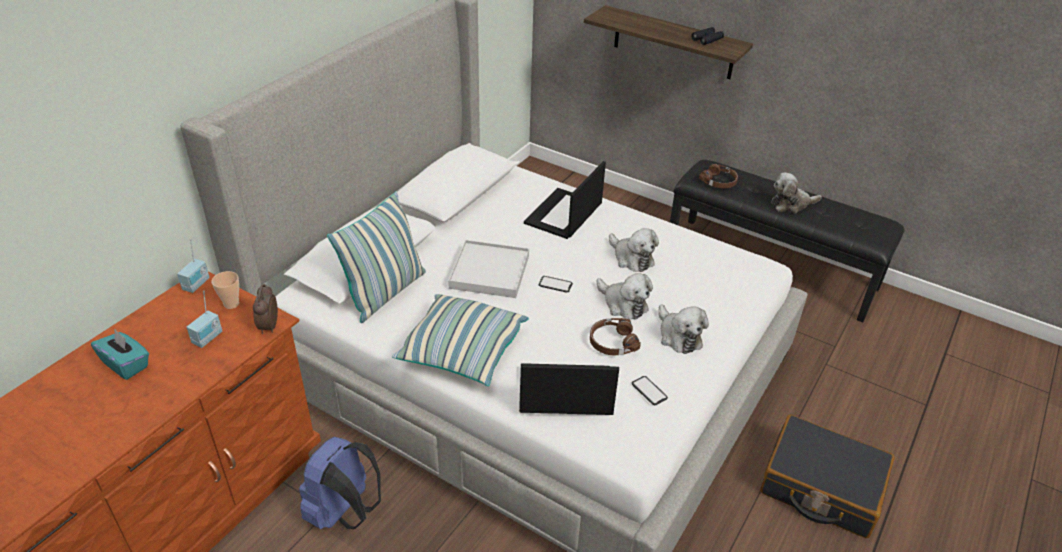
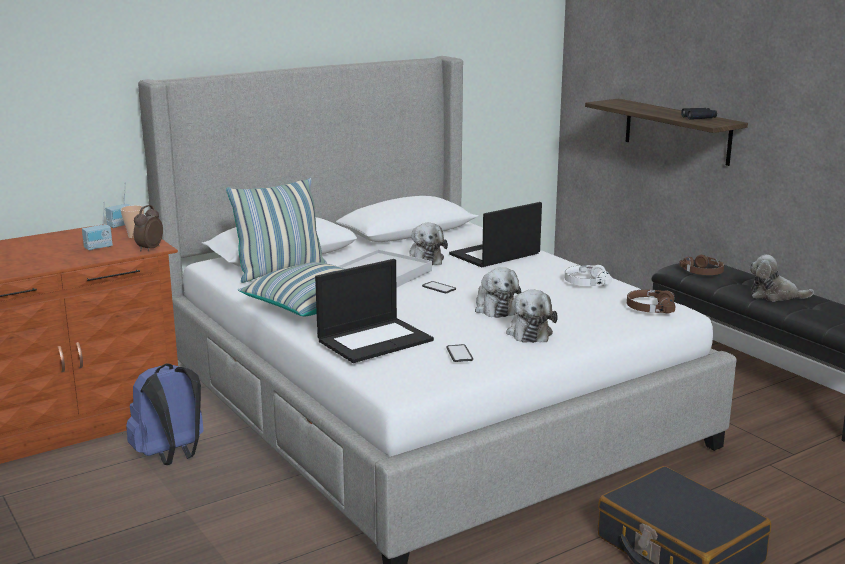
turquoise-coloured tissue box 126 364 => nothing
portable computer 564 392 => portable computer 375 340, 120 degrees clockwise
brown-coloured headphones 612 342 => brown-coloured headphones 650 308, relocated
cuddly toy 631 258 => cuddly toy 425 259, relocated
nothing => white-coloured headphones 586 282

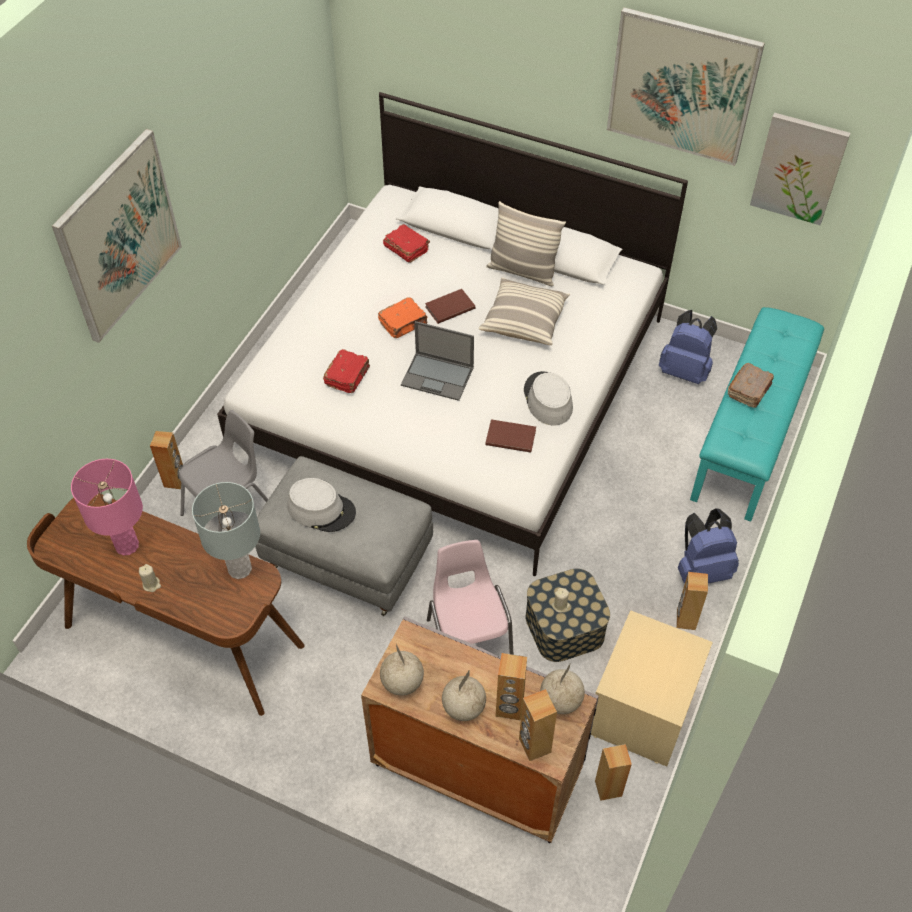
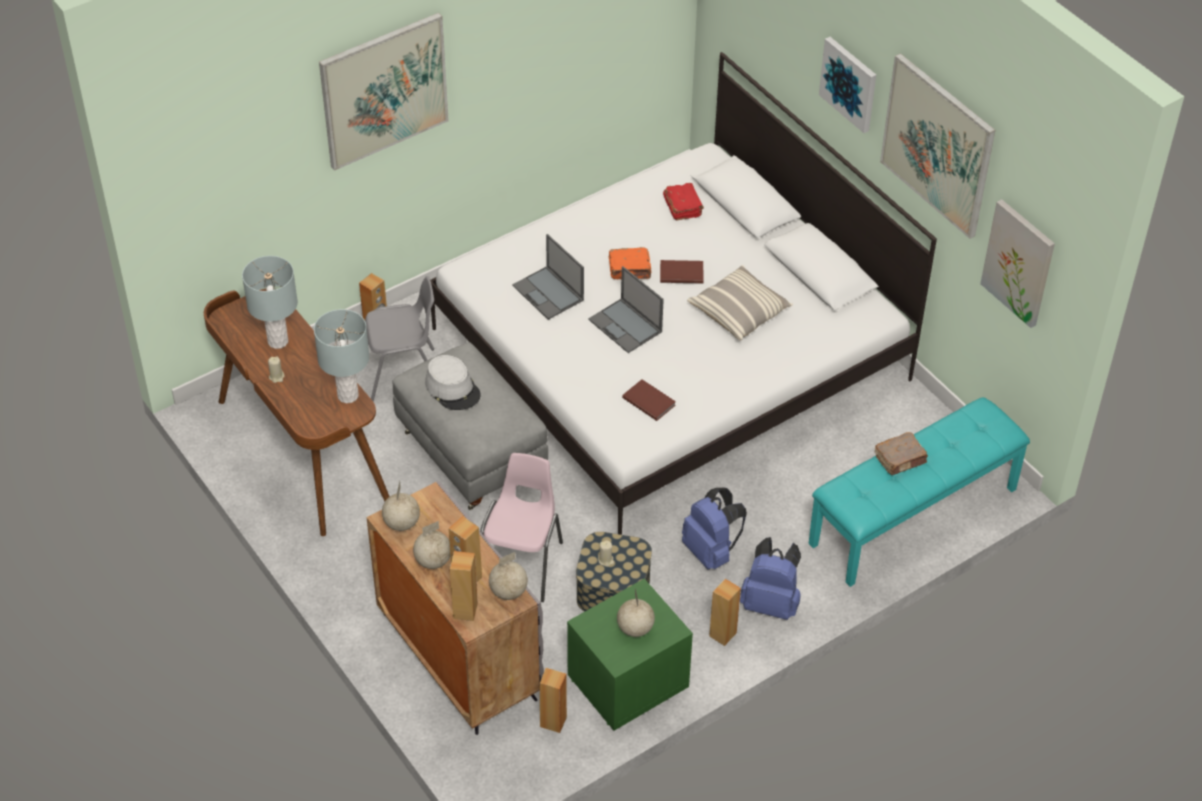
pink tabletop lamp 127 546 => greyish tabletop lamp 277 341
reddish book 348 376 => portable computer 549 293
cushion 522 271 => nothing
greyish clothing hat 547 399 => nothing
sand-coloured bedside table 643 711 => greenish bedside table 628 683
bluish knapsack 685 370 => bluish knapsack 711 551, relocated
nothing => globe 635 629
nothing => wall art 849 83

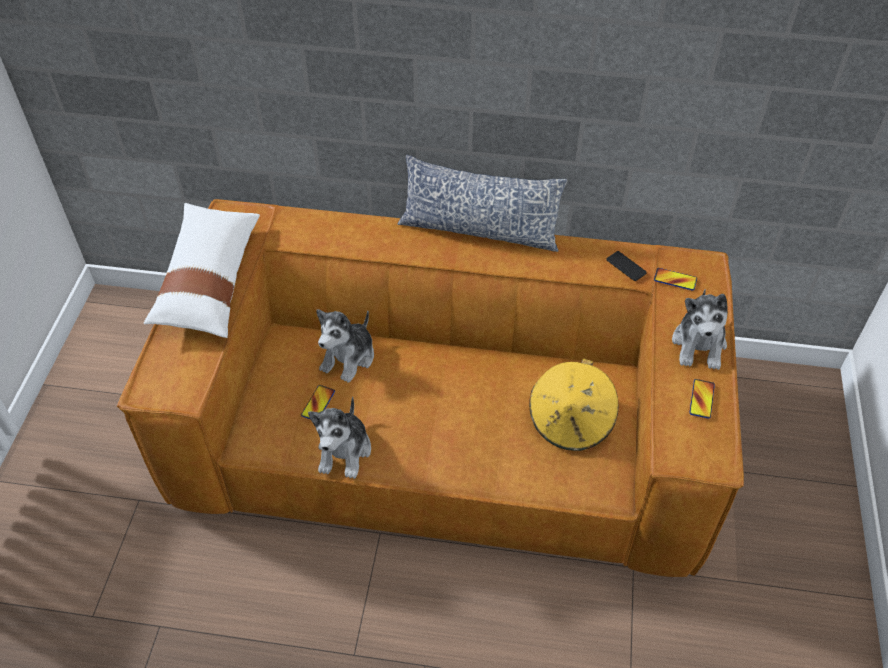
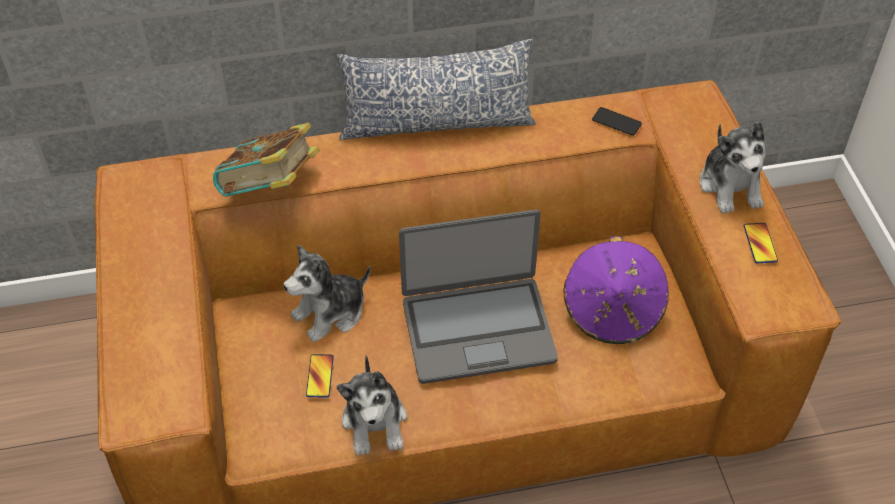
white-coloured cushion 208 280 => nothing
cuddly toy 349 358 => cuddly toy 330 313, 45 degrees clockwise
yellow clothing hat 571 421 => purple-coloured clothing hat 613 311
telephone 675 280 => nothing
nothing => book 270 189
nothing => portable computer 477 329

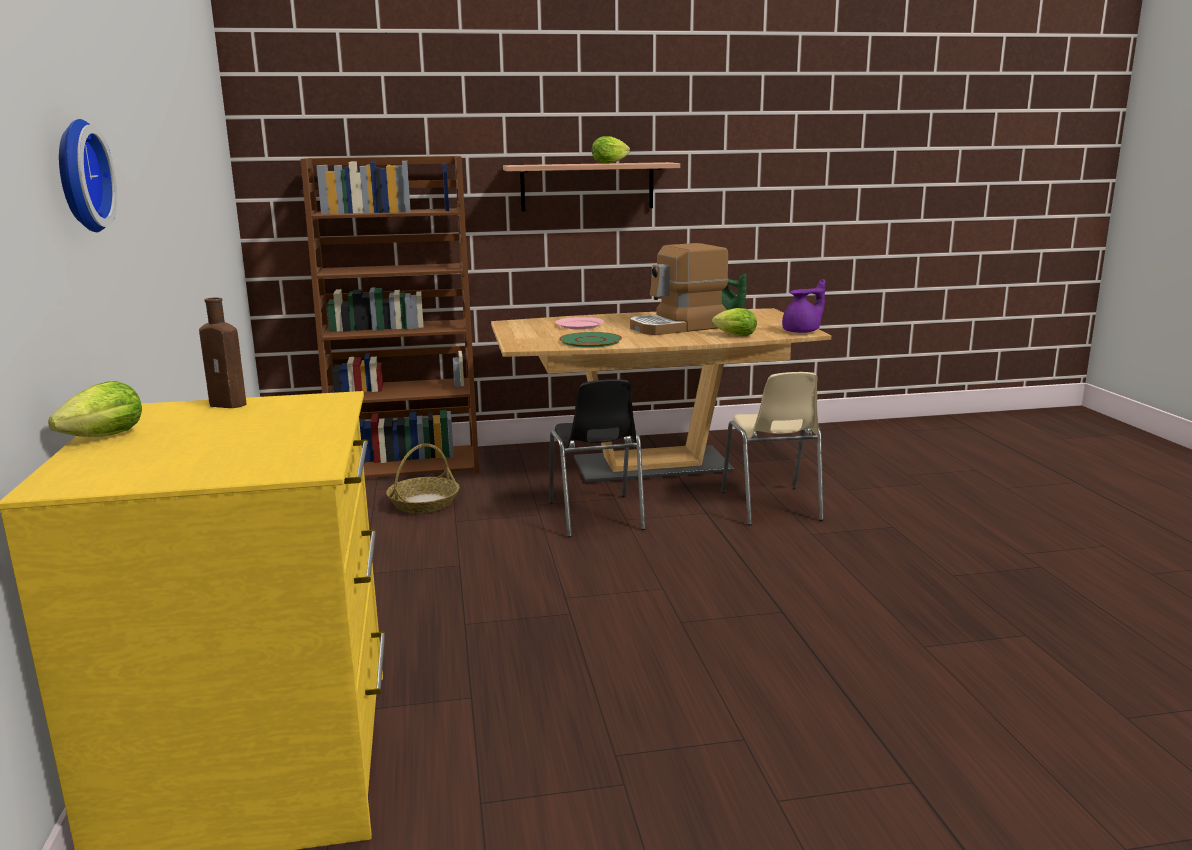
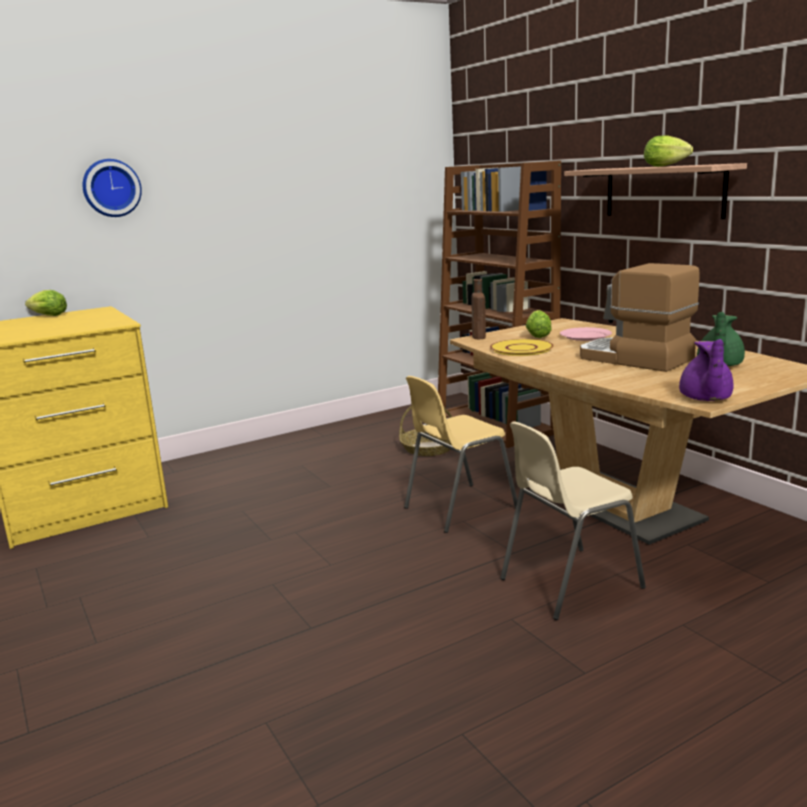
brown-coloured beverage bottle 230 404 => brown-coloured beverage bottle 479 337, relocated
black-coloured chair 596 516 => yellow chair 458 508
greenish dinner plate 590 341 => yellow dinner plate 522 349
head of lettuce 733 335 => head of lettuce 538 335, relocated
purple-coloured tea pot 802 331 => purple-coloured tea pot 705 399, 60 degrees clockwise

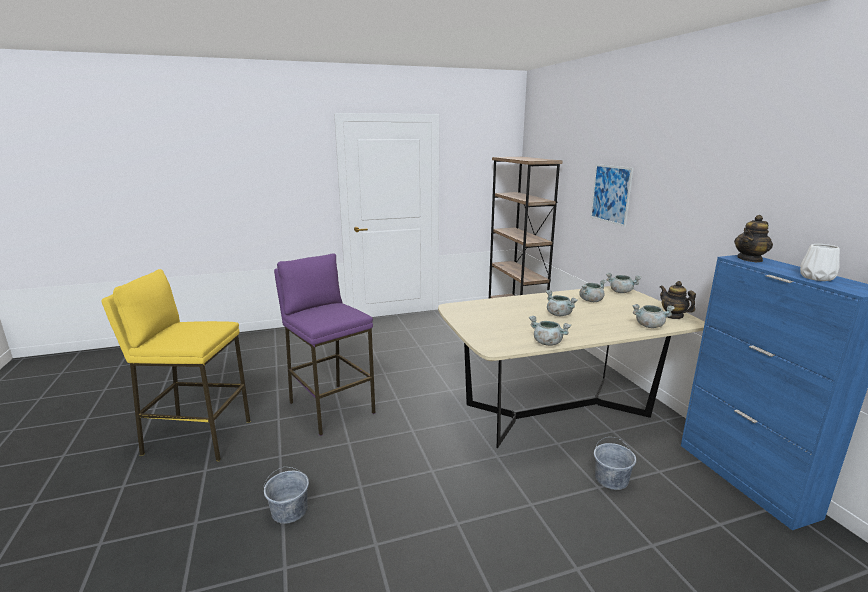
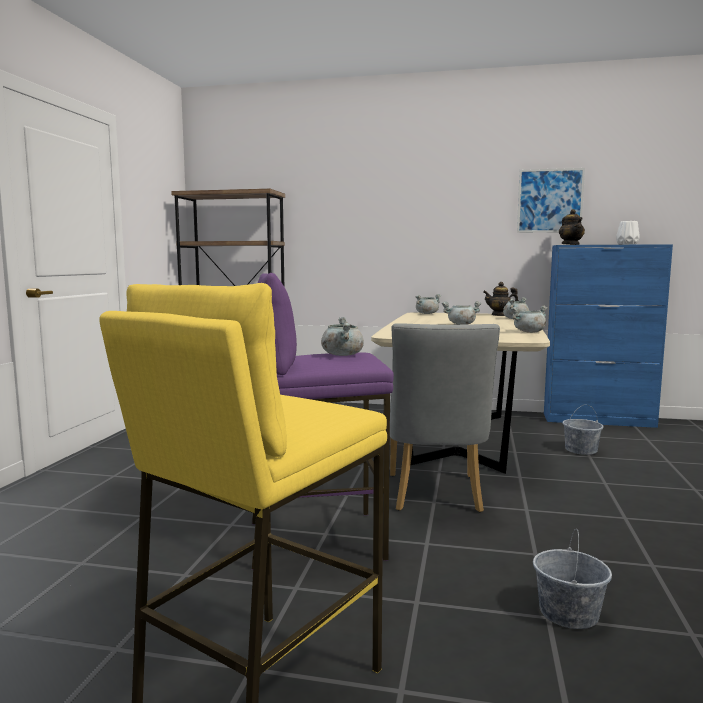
greyish stockpot 591 300 => greyish stockpot 342 355, relocated
wall art 610 194 => wall art 550 200, relocated
nothing => greyish chair 435 496

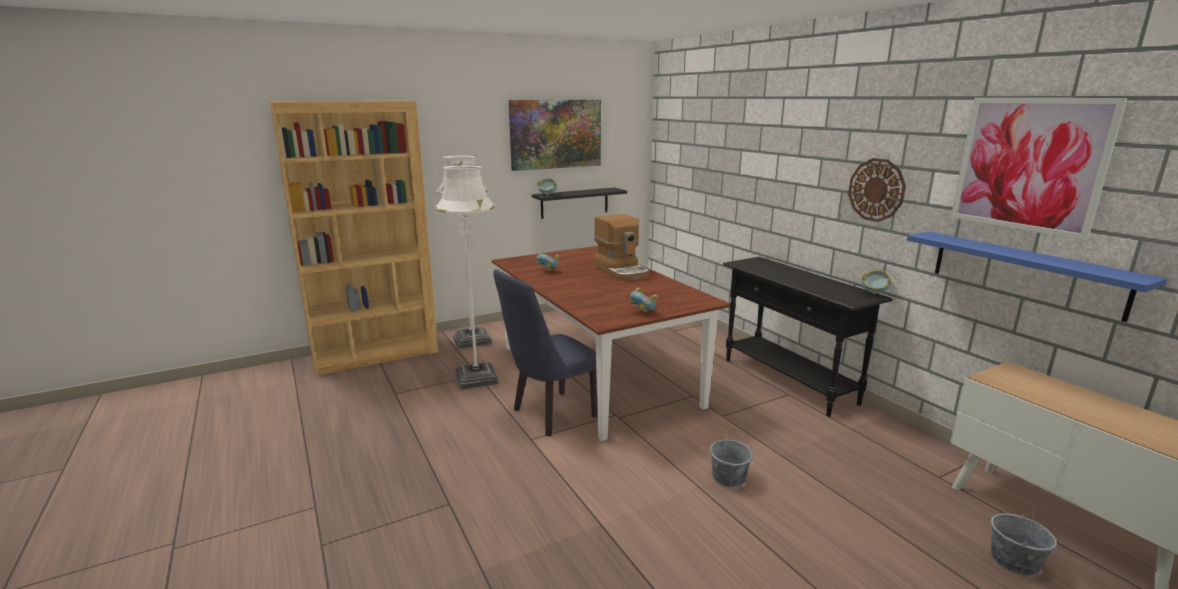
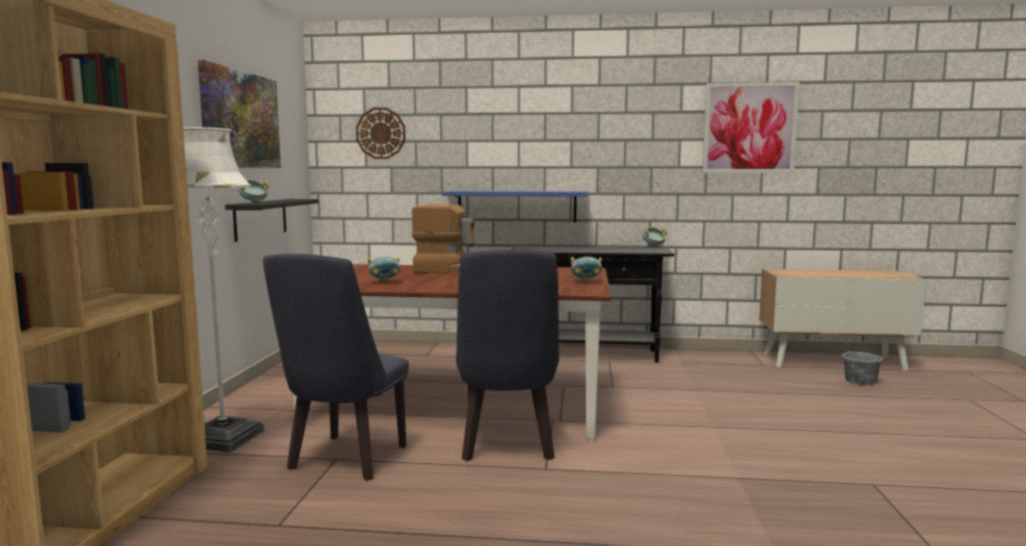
white-coloured floor lamp 476 378 => bluish chair 344 461
greyish pail 729 477 => nothing
hanging clock 876 190 => hanging clock 381 133, relocated
bluish wall shelf 1024 273 => bluish wall shelf 516 206, relocated

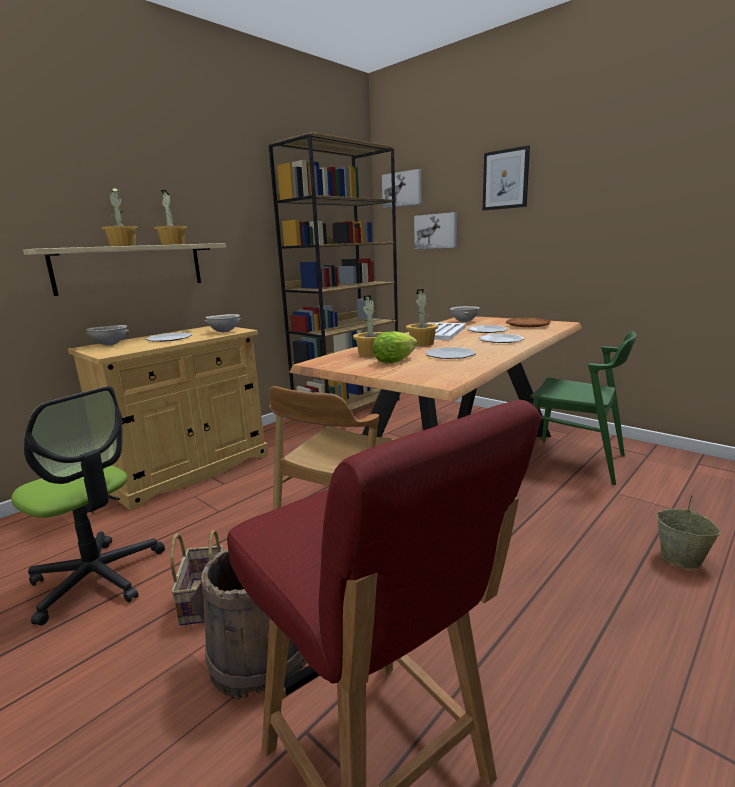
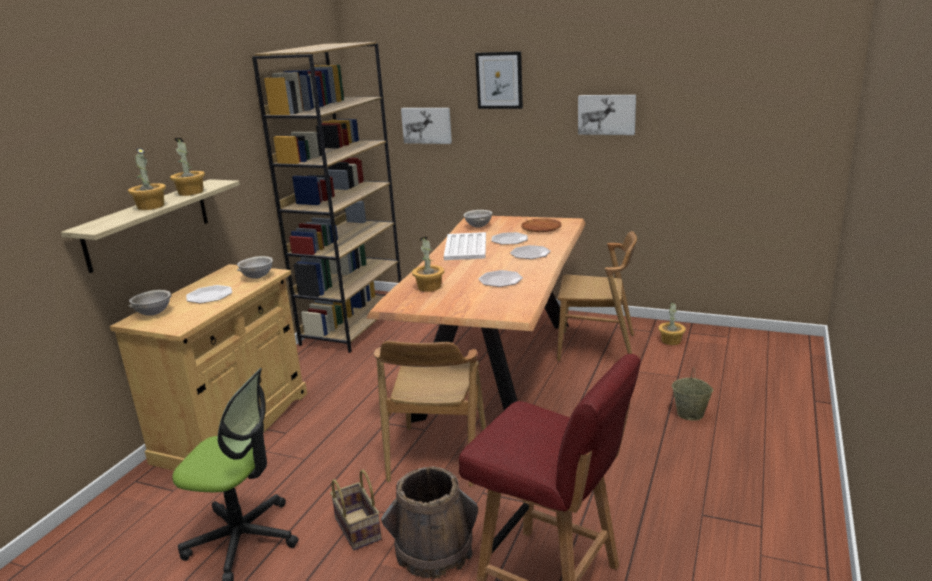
head of lettuce 393 361 => nothing
wall art 402 189 => wall art 607 114, relocated
plant in a pot 422 343 => plant in a pot 671 341, relocated
greenish chair 575 461 => brown-coloured chair 597 347

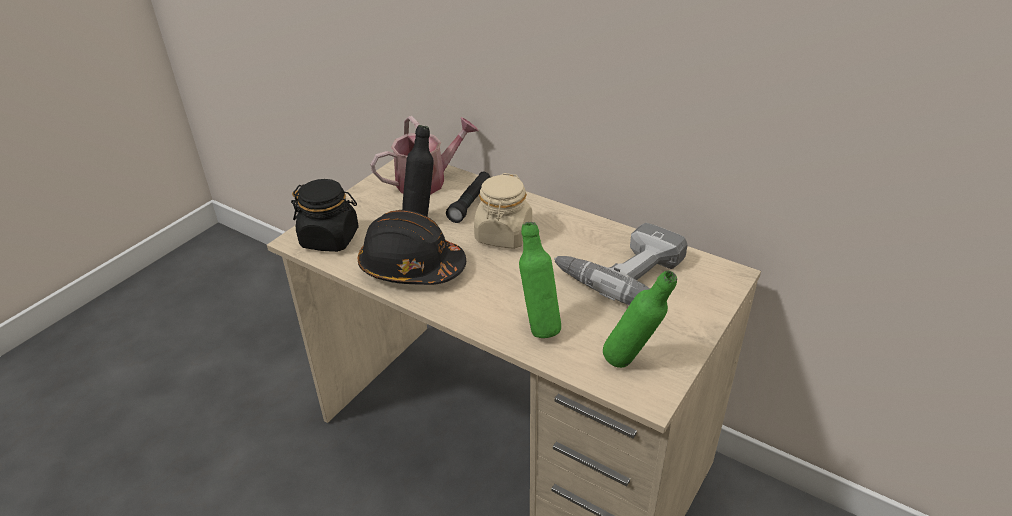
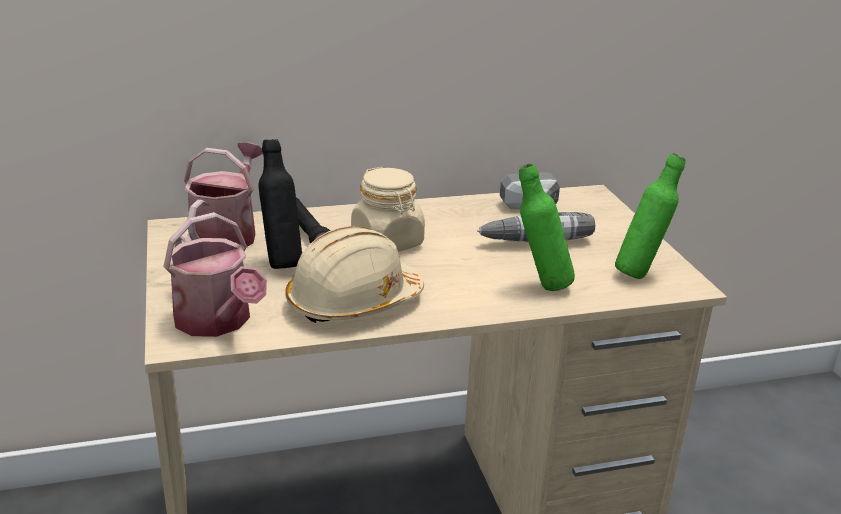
black-coloured storage jar 330 238 => watering pot 217 322
black-coloured work helmet 411 267 => sand-coloured work helmet 353 302

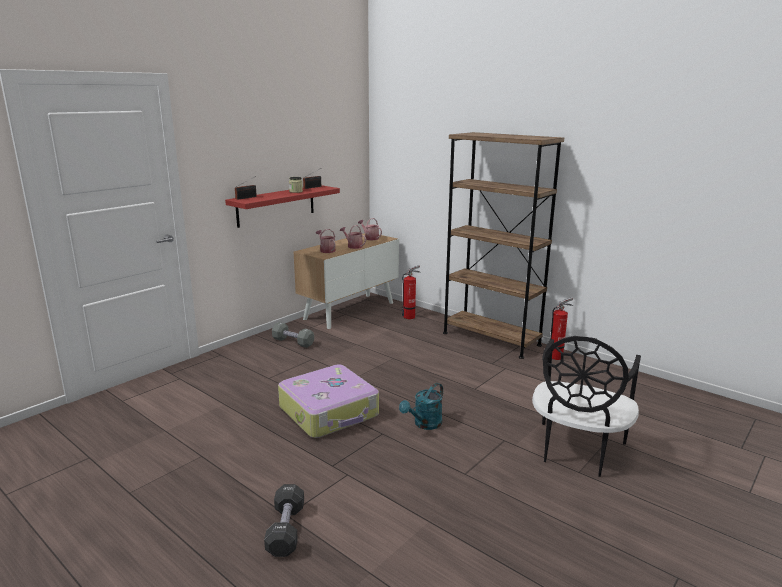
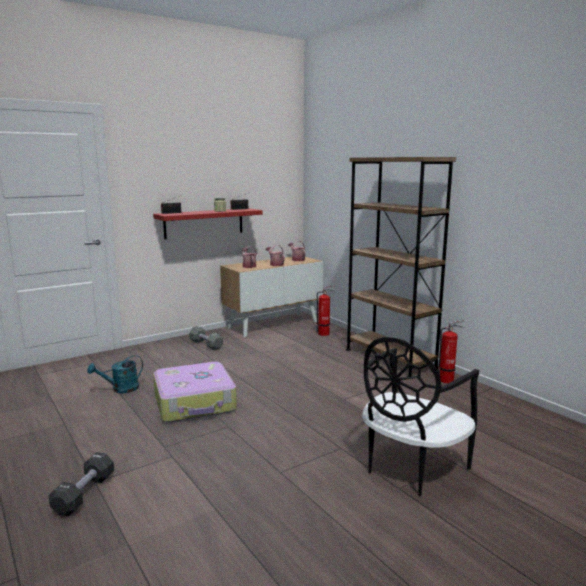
turquoise-coloured watering pot 424 424 => turquoise-coloured watering pot 121 389, relocated

